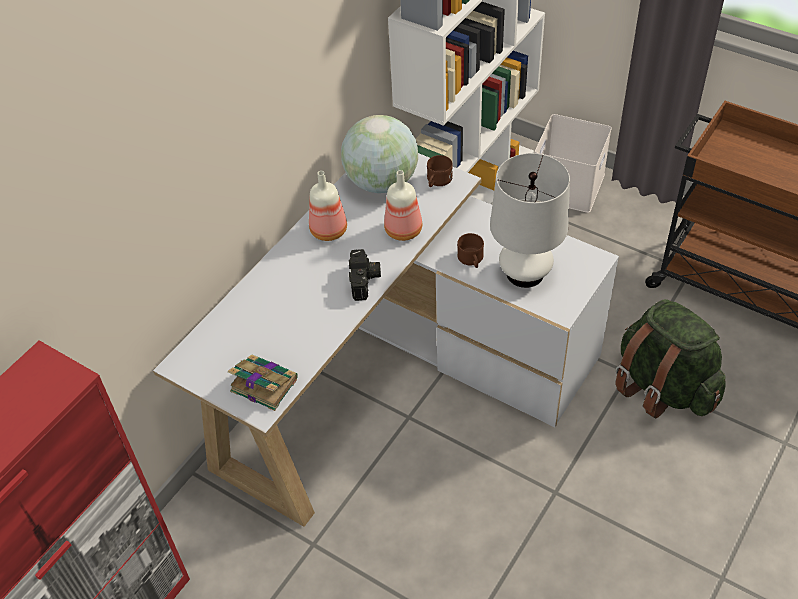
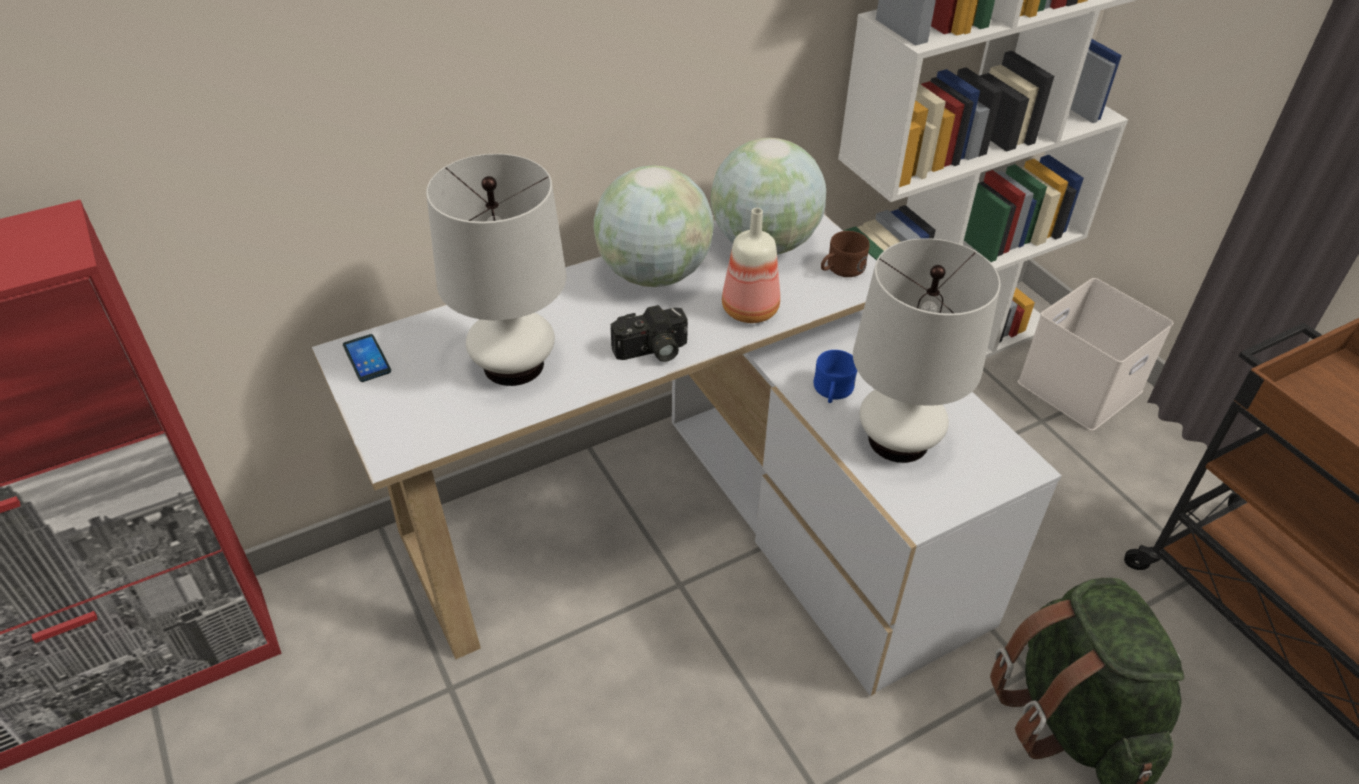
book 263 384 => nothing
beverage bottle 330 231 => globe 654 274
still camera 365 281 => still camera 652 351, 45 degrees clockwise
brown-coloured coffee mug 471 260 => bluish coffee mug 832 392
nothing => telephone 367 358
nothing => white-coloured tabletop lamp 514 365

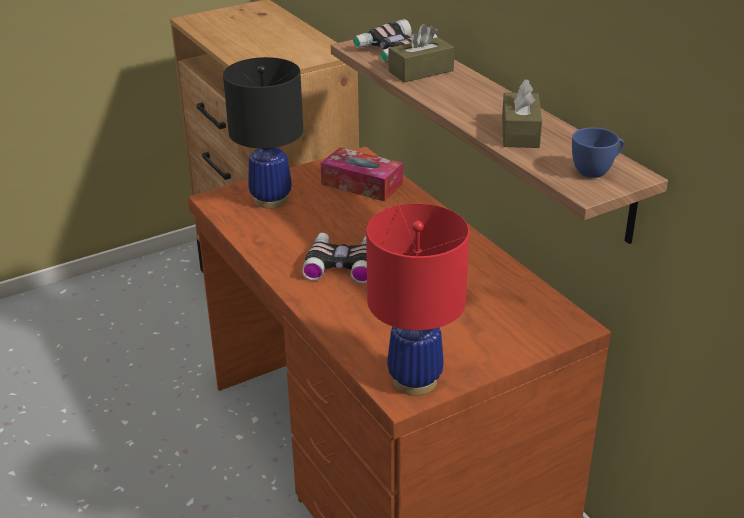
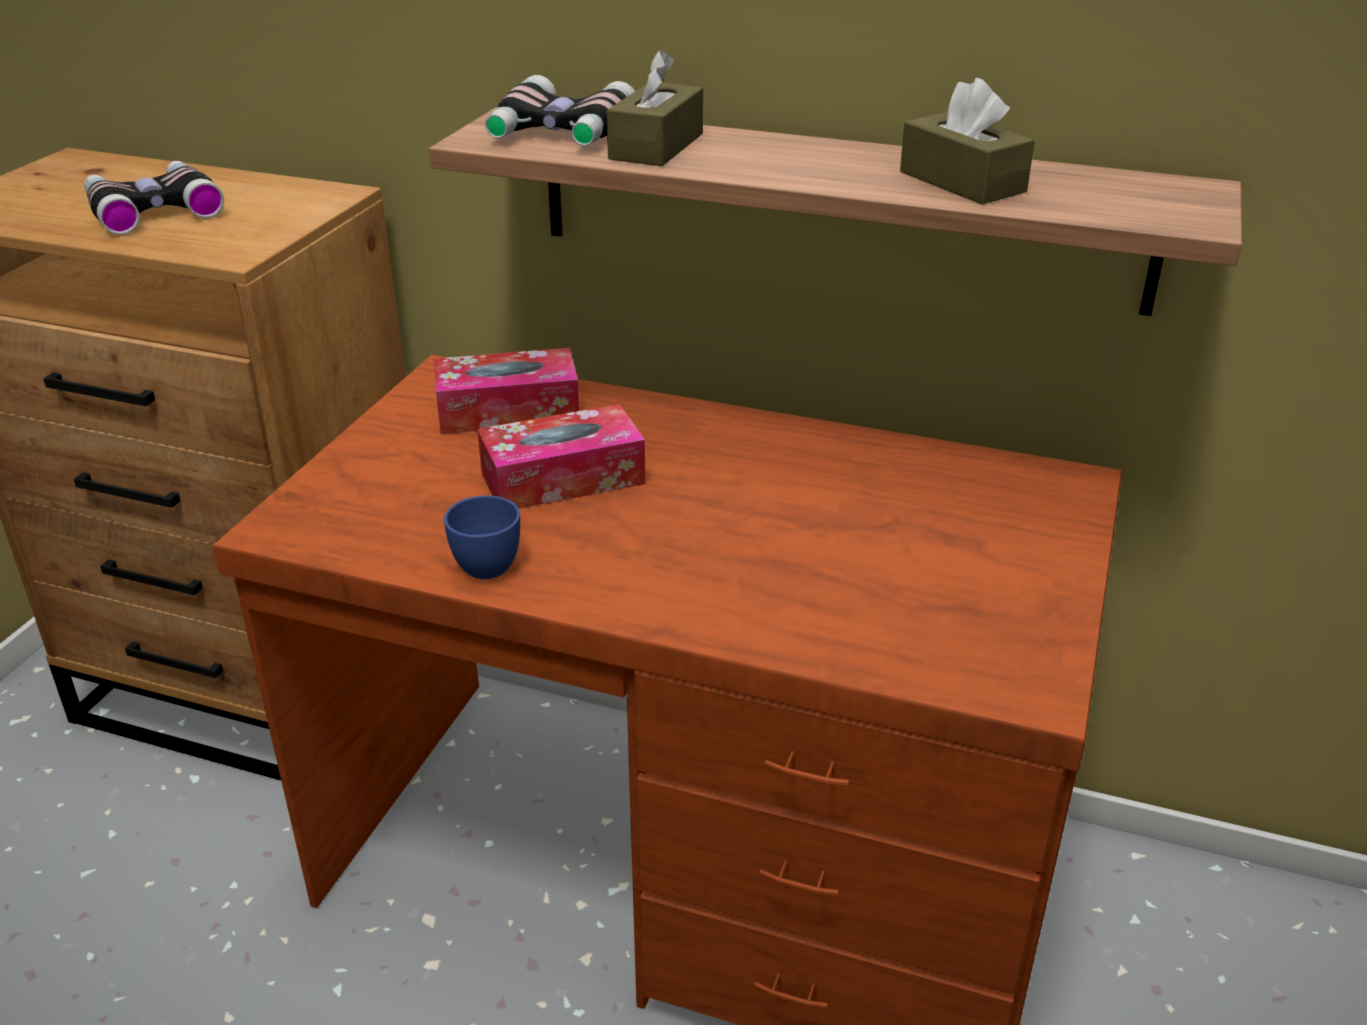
black-coloured tabletop lamp 270 199 => nothing
pair of binoculars 342 264 => pair of binoculars 153 209, relocated
reddish tabletop lamp 415 381 => nothing
bluish cup 596 171 => bluish cup 492 562, relocated
nothing => tissue box 563 478

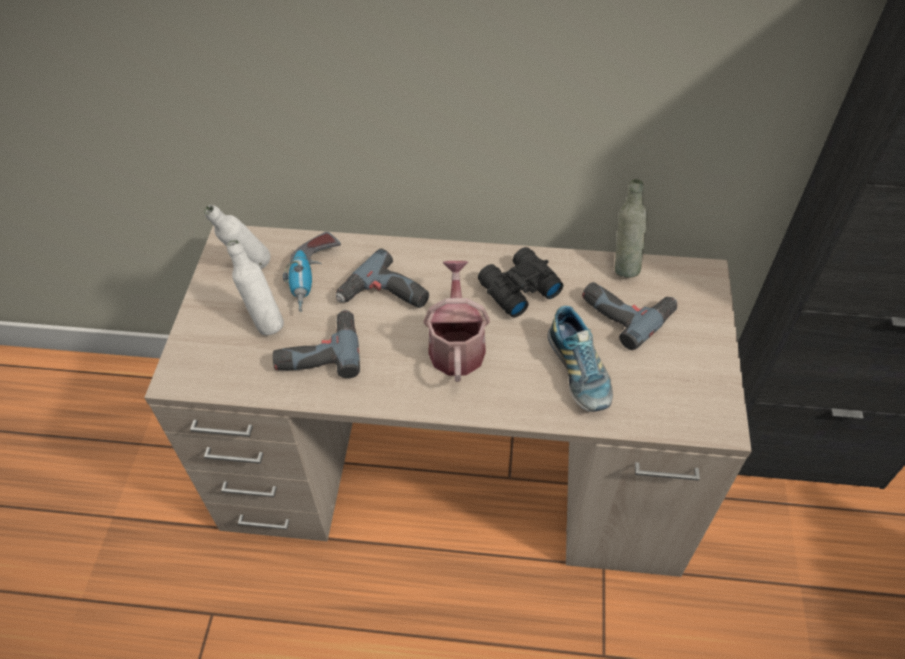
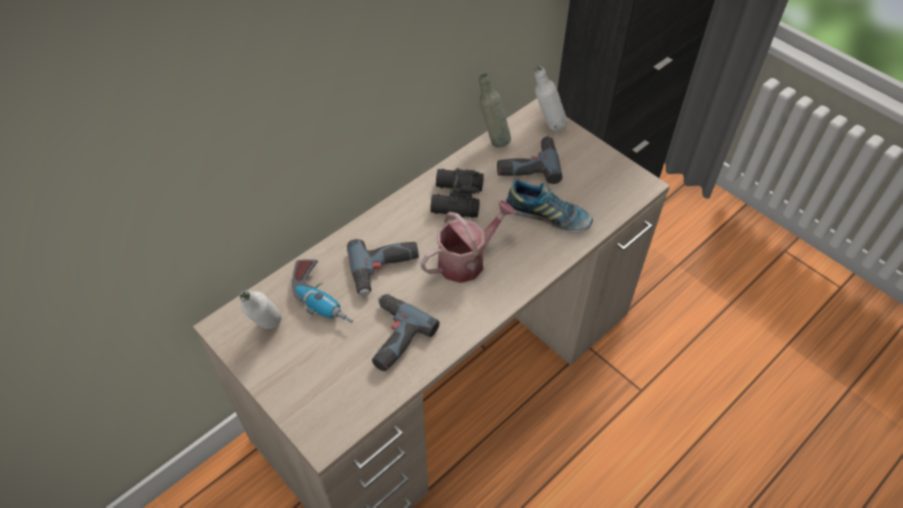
white-coloured beverage bottle 265 322 => white-coloured beverage bottle 547 127, relocated
watering pot 456 345 => watering pot 467 260, 105 degrees clockwise

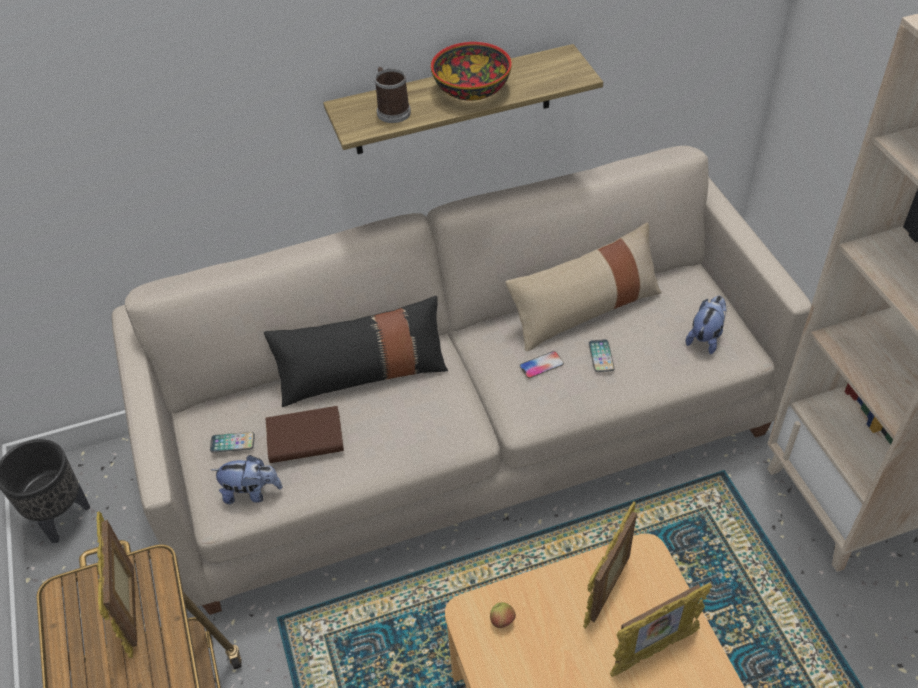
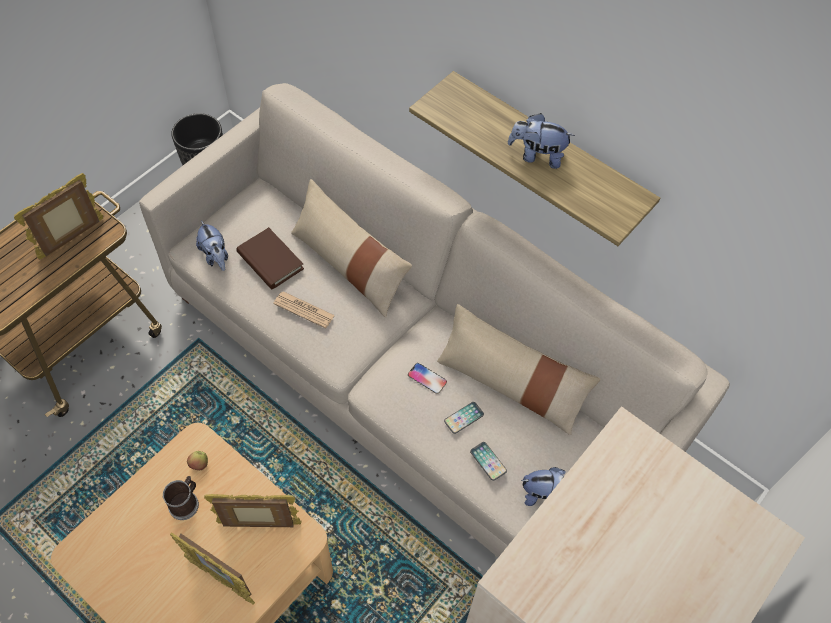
telephone 232 443 => telephone 488 461, relocated
black-coloured cushion 363 374 => sand-coloured cushion 349 265
coffee mug 392 110 => coffee mug 186 502, relocated
bowl 472 90 => cuddly toy 537 156
nothing => printed paper 304 310

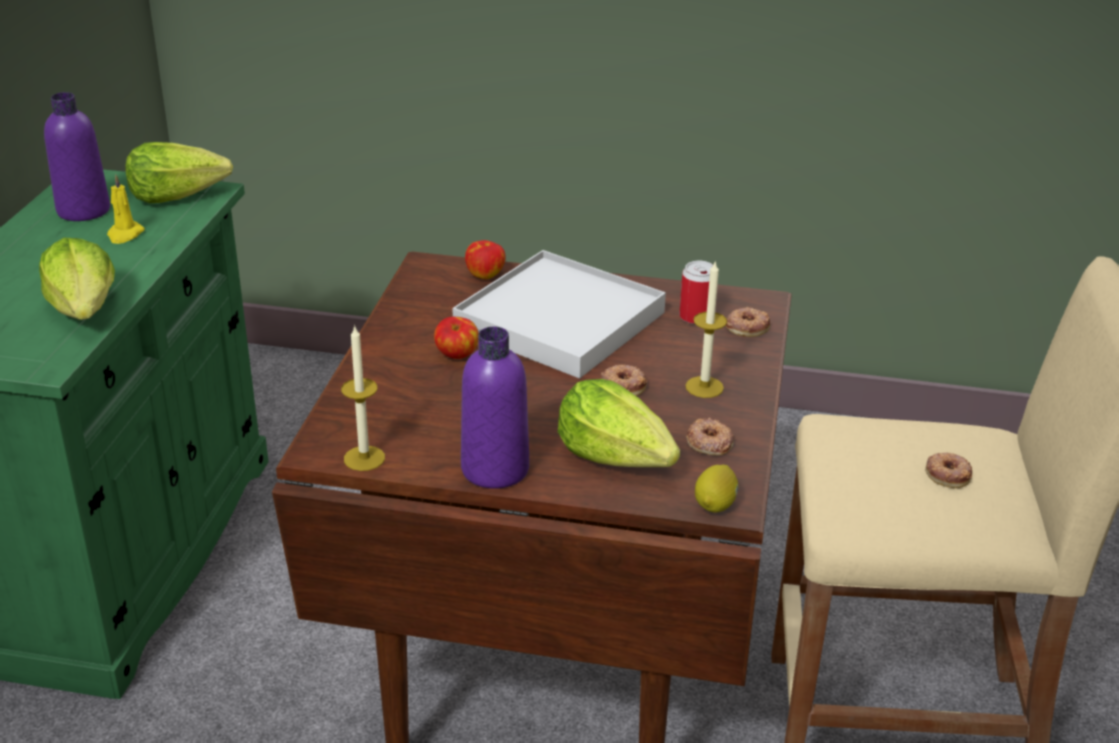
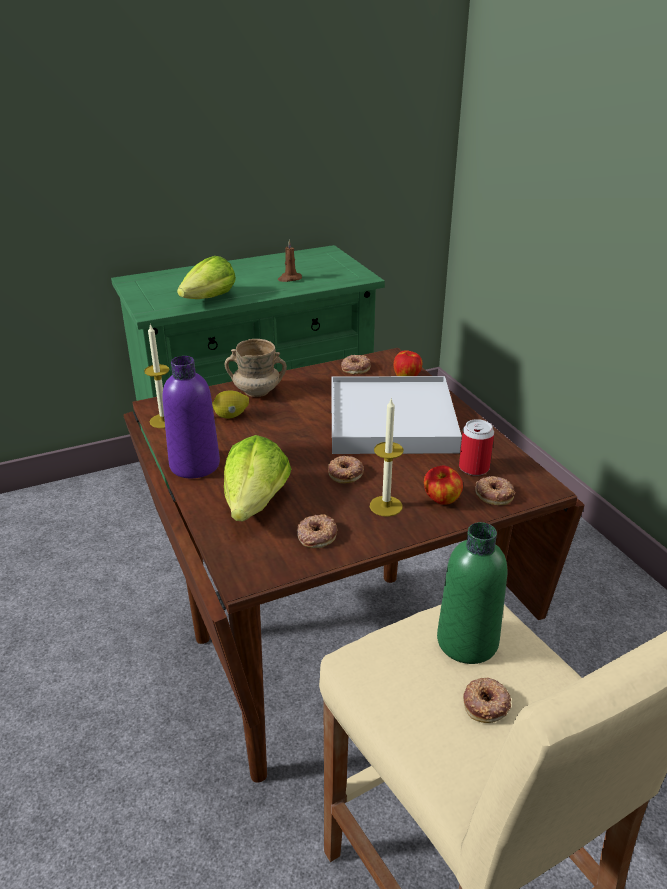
purple-coloured beverage bottle 83 210 => nothing
yellow candle 125 235 => brown-coloured candle 289 279
head of lettuce 177 195 => nothing
apple fruit 457 355 => apple fruit 441 500, relocated
whole lemon 715 504 => whole lemon 231 416, relocated
nothing => sand-coloured coffee mug 257 392
nothing => donut 355 367
nothing => greenish beverage bottle 467 641

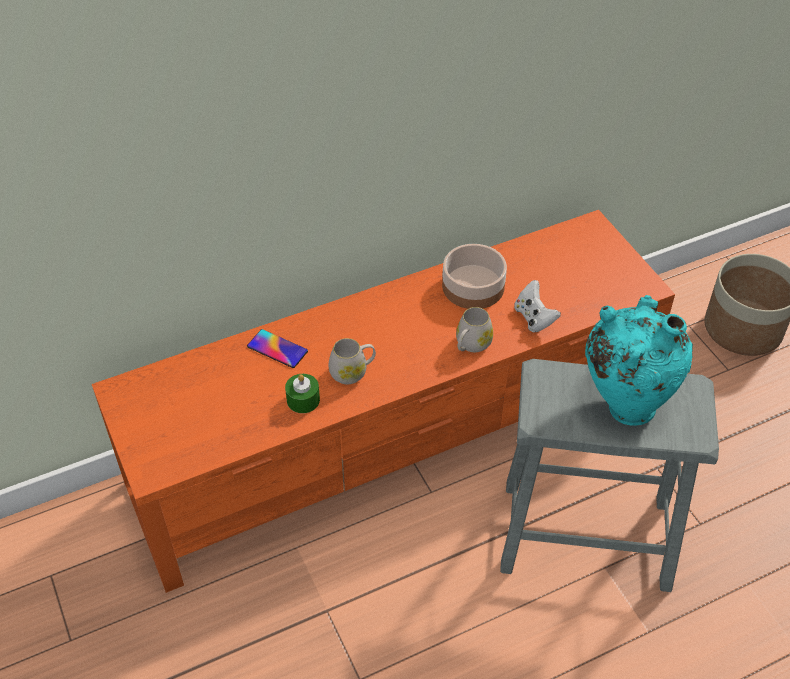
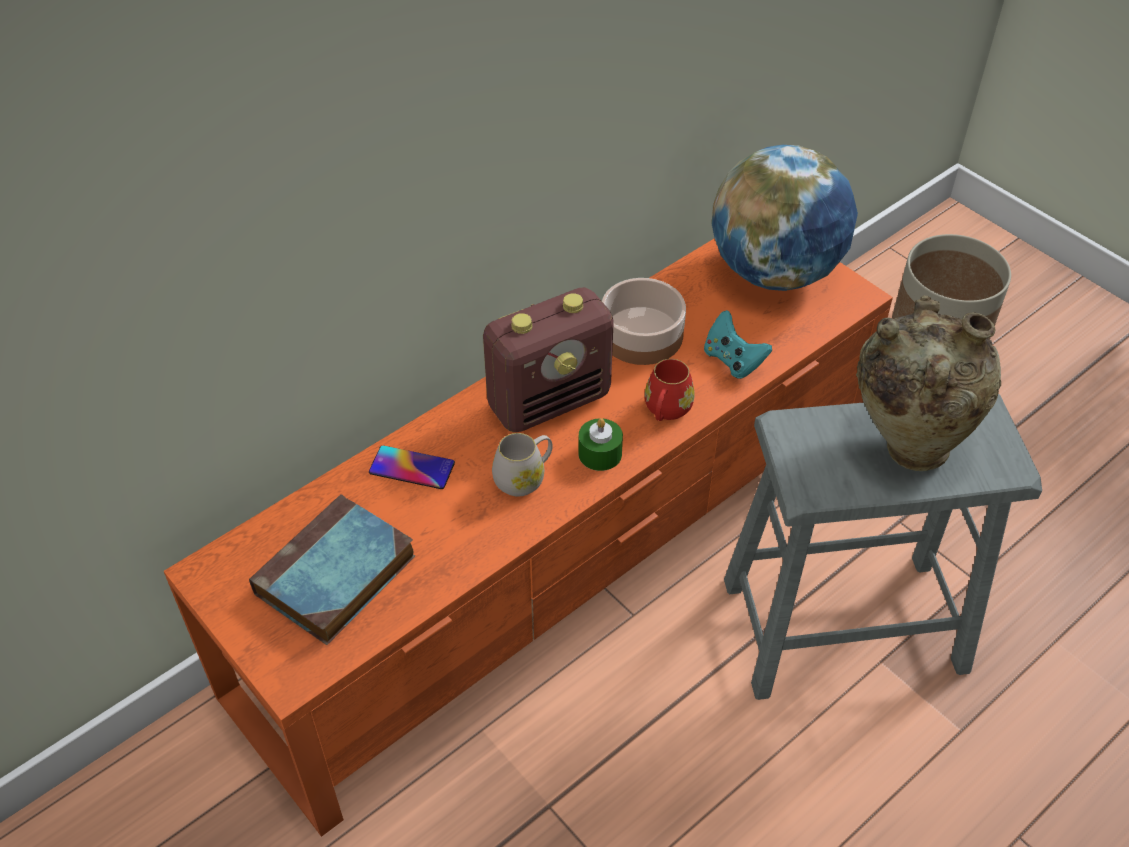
greenish candle 303 400 => greenish candle 600 453, relocated
white-coloured coffee mug 471 345 => reddish coffee mug 666 411
white-coloured gamepad 534 318 => turquoise-coloured gamepad 733 360
turquoise-coloured vase 625 404 => sand-coloured vase 907 445
nothing => book 334 578
nothing => radio receiver 550 401
nothing => globe 775 272

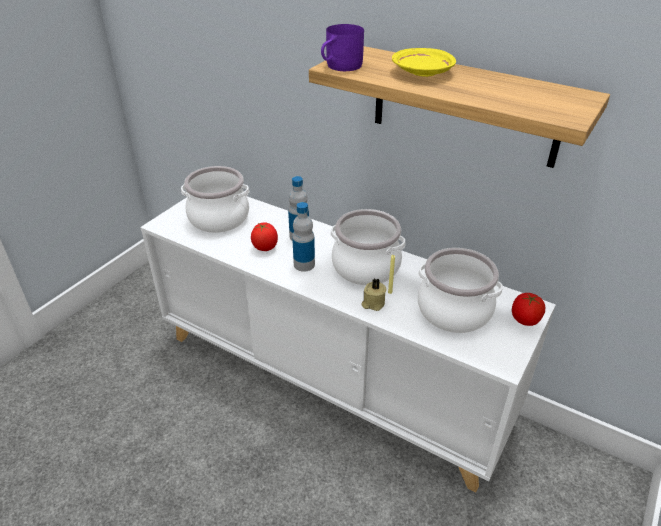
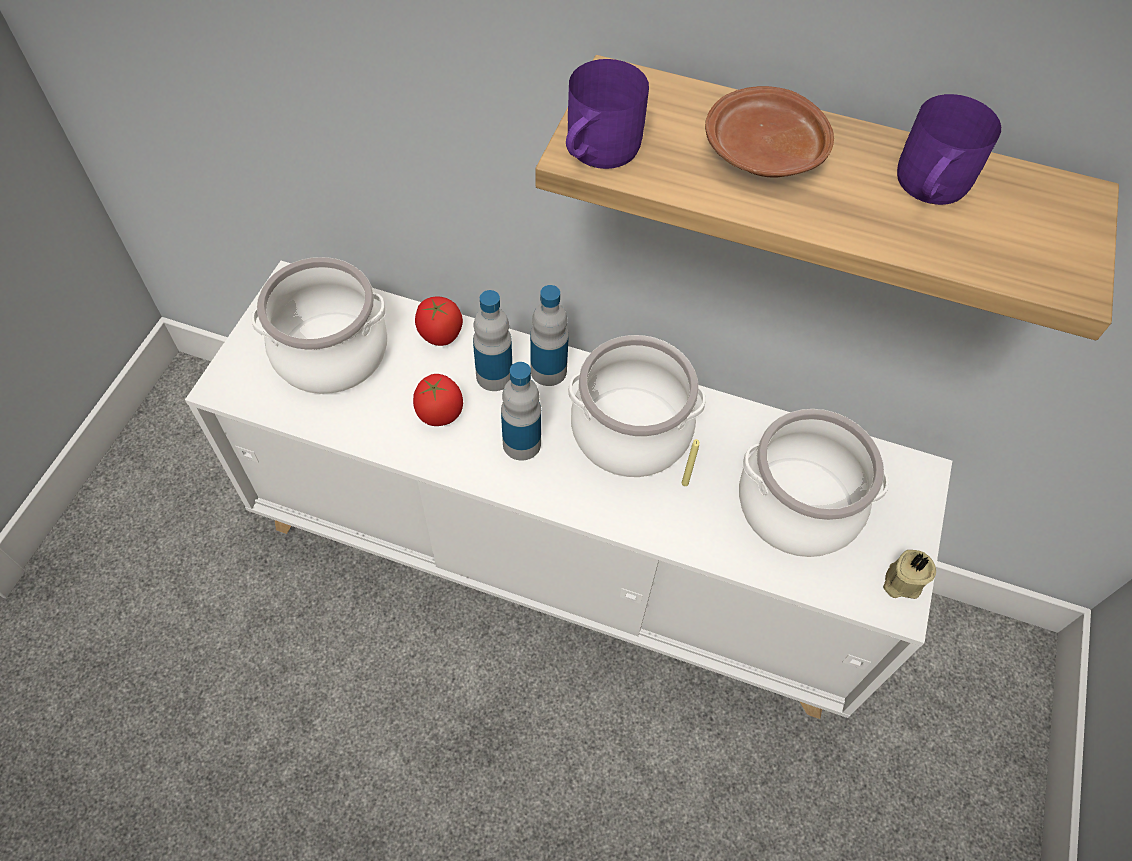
sand-coloured candle 373 303 => sand-coloured candle 901 581, relocated
yellow dinner plate 422 72 => brown-coloured dinner plate 764 152
whole tomato 524 320 => whole tomato 440 335, relocated
nothing => beverage bottle 548 371
nothing => purple-coloured coffee mug 928 186

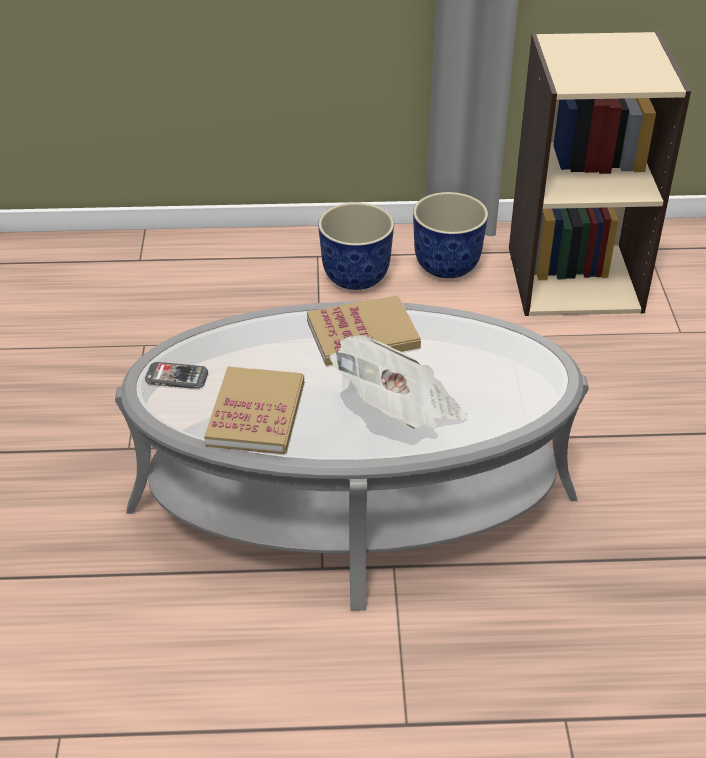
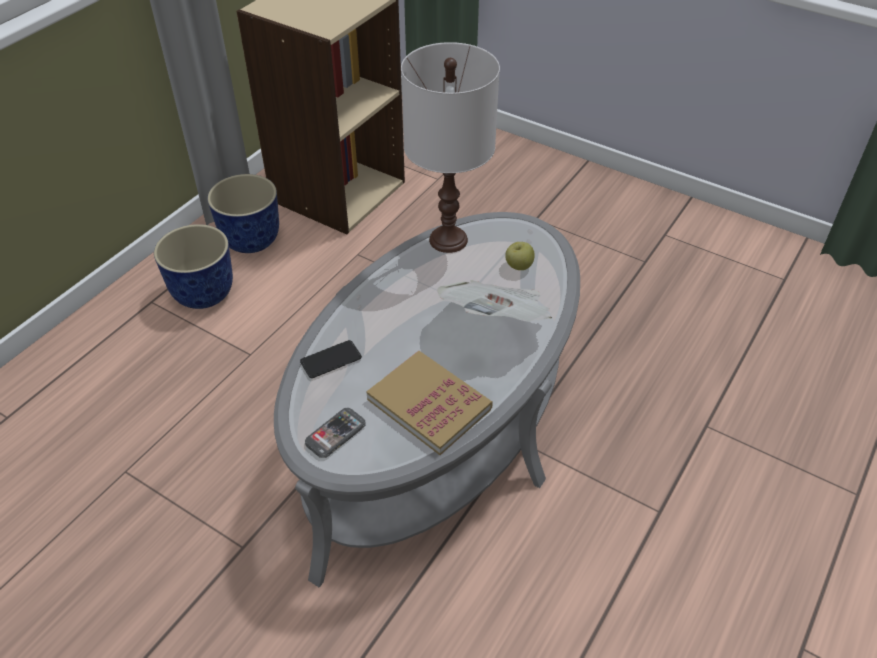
book 363 335 => nothing
nothing => telephone 331 360
nothing => white-coloured tabletop lamp 448 239
nothing => apple fruit 518 266

